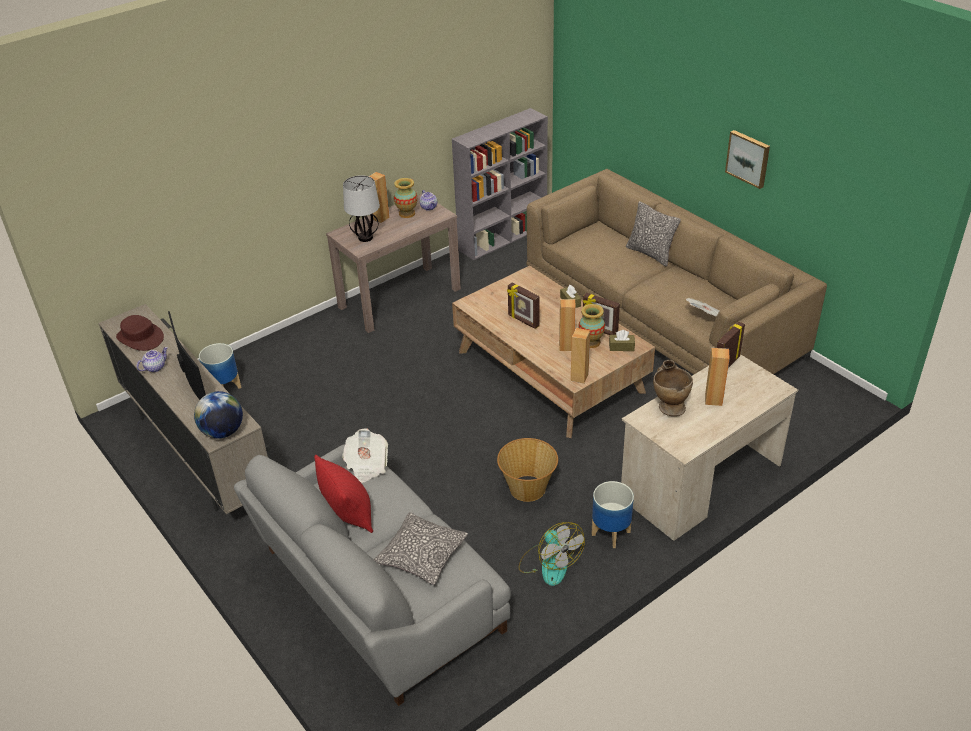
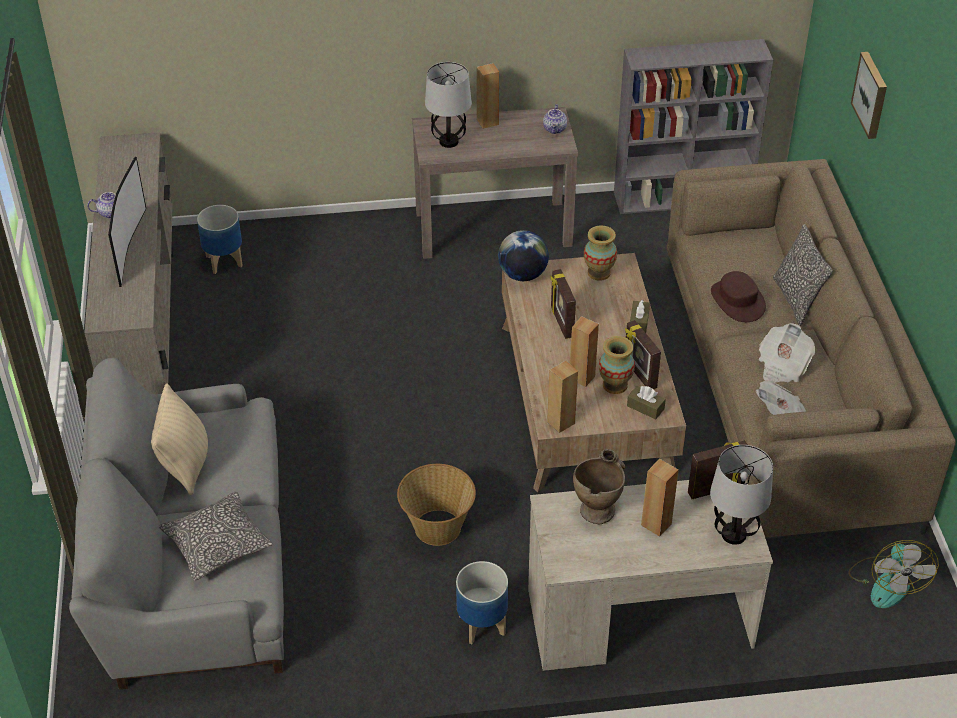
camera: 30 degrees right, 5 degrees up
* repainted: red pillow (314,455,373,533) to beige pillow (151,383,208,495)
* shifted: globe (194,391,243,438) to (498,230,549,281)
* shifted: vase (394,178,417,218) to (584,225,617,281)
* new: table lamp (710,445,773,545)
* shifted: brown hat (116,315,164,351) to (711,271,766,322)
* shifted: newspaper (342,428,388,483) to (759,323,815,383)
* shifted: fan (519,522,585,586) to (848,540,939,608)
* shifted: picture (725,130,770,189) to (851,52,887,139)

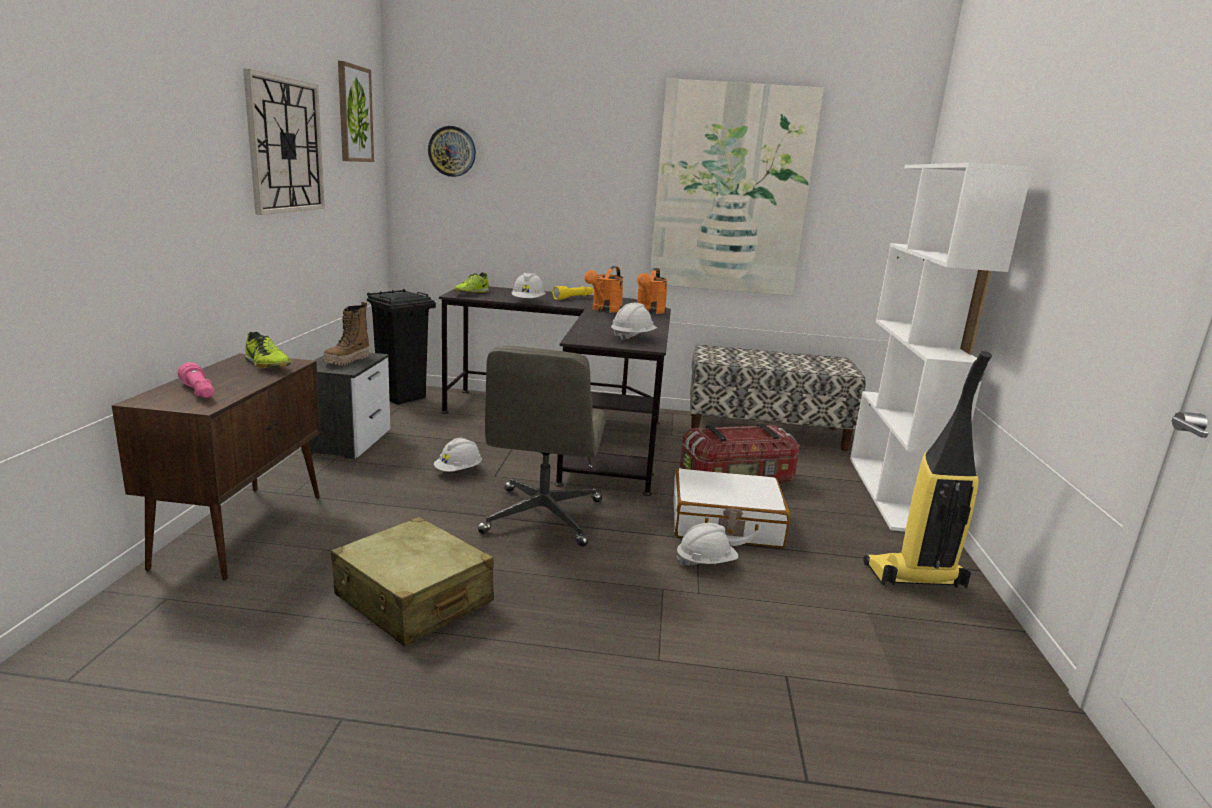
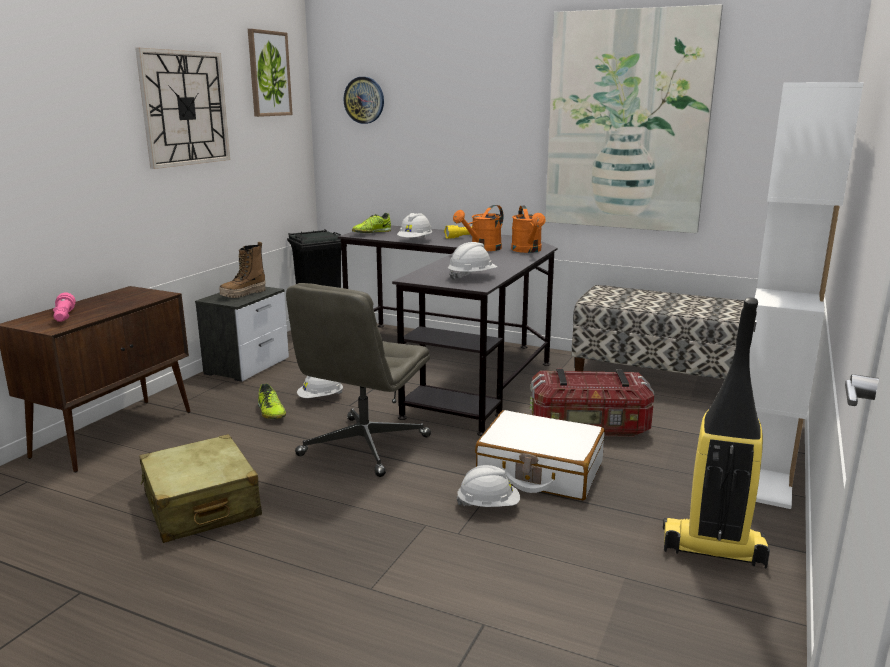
camera: 20 degrees right, 0 degrees up
* shifted: shoe (245,332,291,368) to (258,383,286,419)
* rotated: orange watering can (637,268,668,314) = (511,206,546,253) 45 degrees counterclockwise

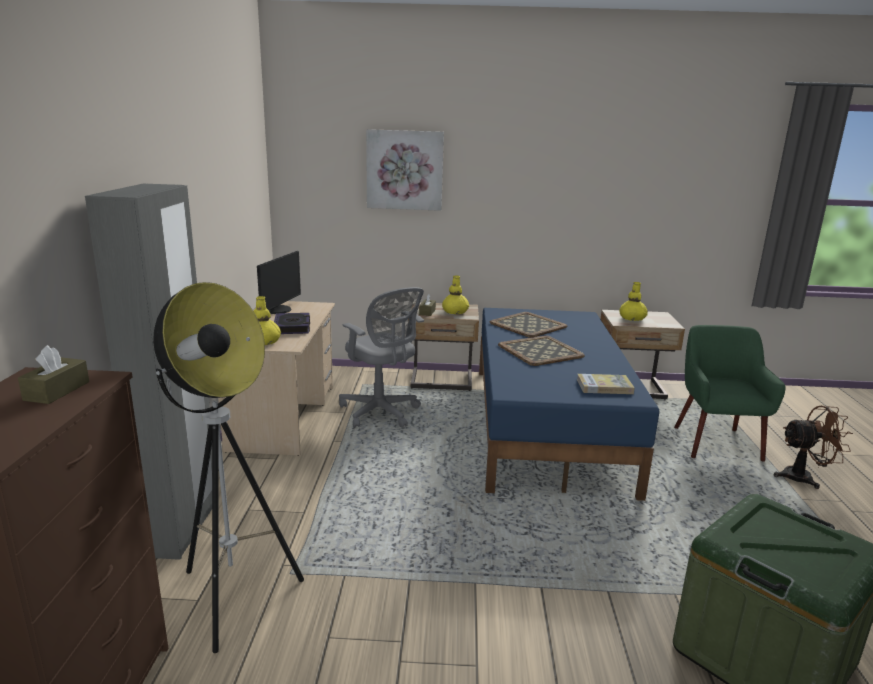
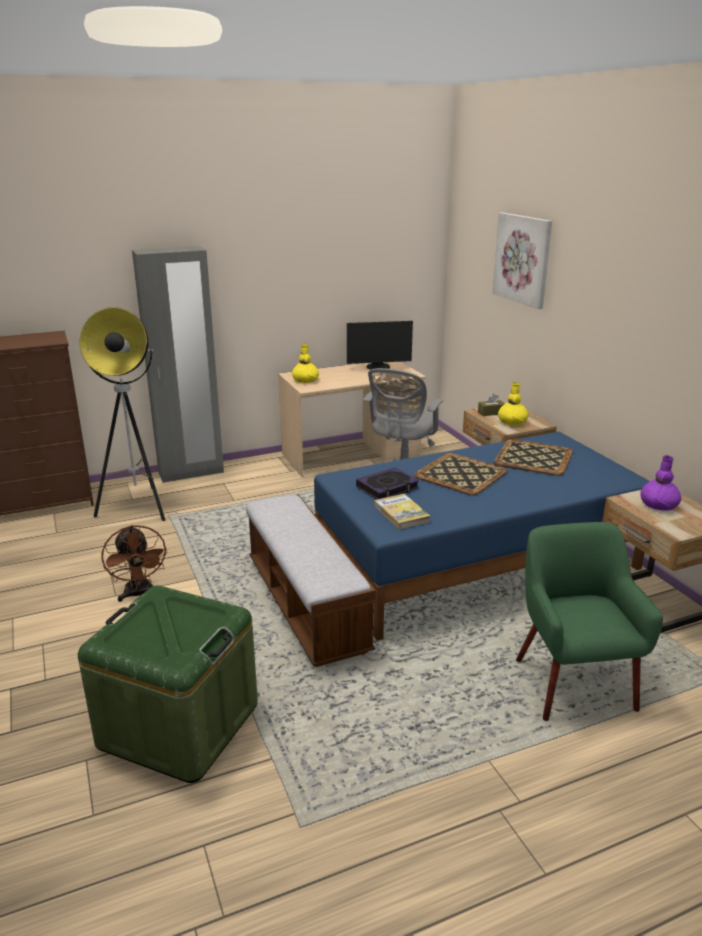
camera: 65 degrees right, 5 degrees up
* shifted: brown fan (774,406,853,489) to (101,525,167,602)
* new: bench (246,494,376,667)
* shifted: book (274,313,310,334) to (356,467,419,499)
* rotated: green armchair (674,325,785,462) = (516,522,663,721) 75 degrees counterclockwise
* repainted: yellow vase (619,282,648,321) to purple vase (640,455,681,511)
* gone: brown tissue box (18,345,89,404)

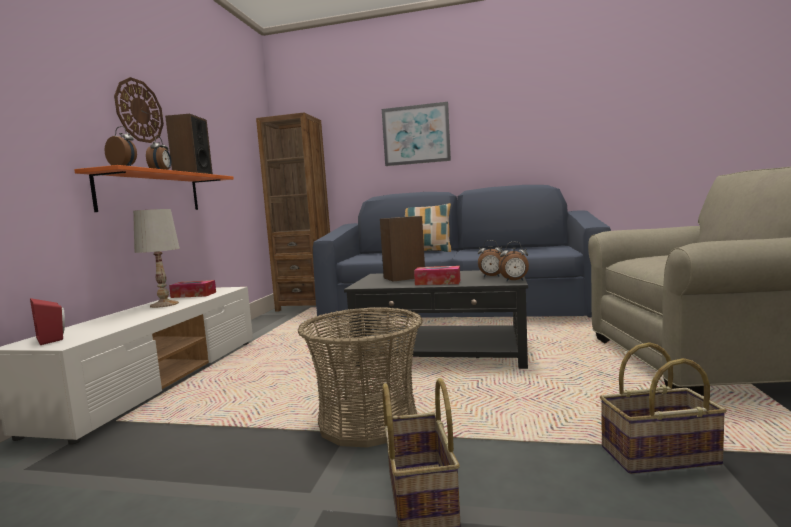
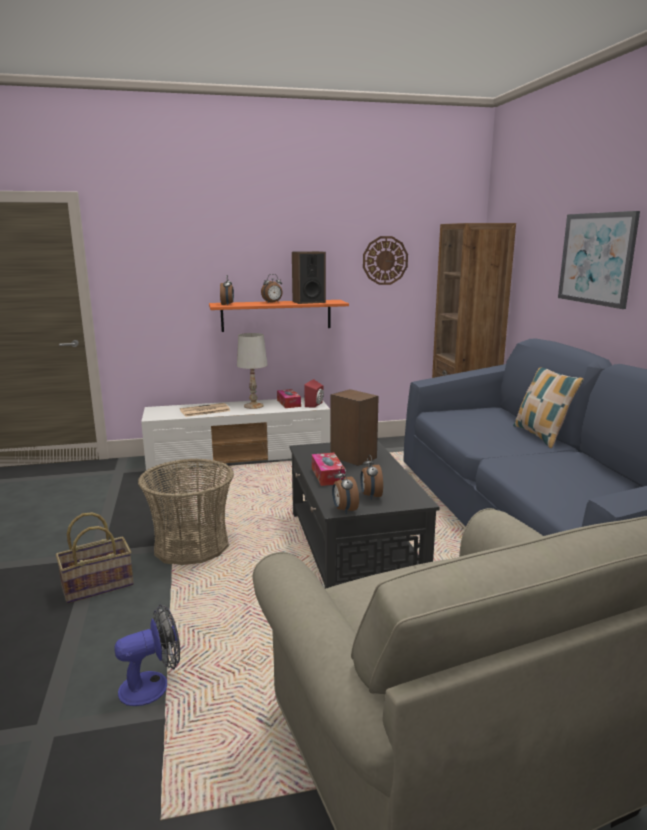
camera: 65 degrees right, 10 degrees up
* swapped: basket (600,342,727,474) to fan (114,604,180,706)
* new: newspaper (180,403,230,417)
* shifted: red speaker (30,298,65,345) to (304,379,324,408)
* shifted: wall clock (114,77,164,143) to (363,236,408,285)

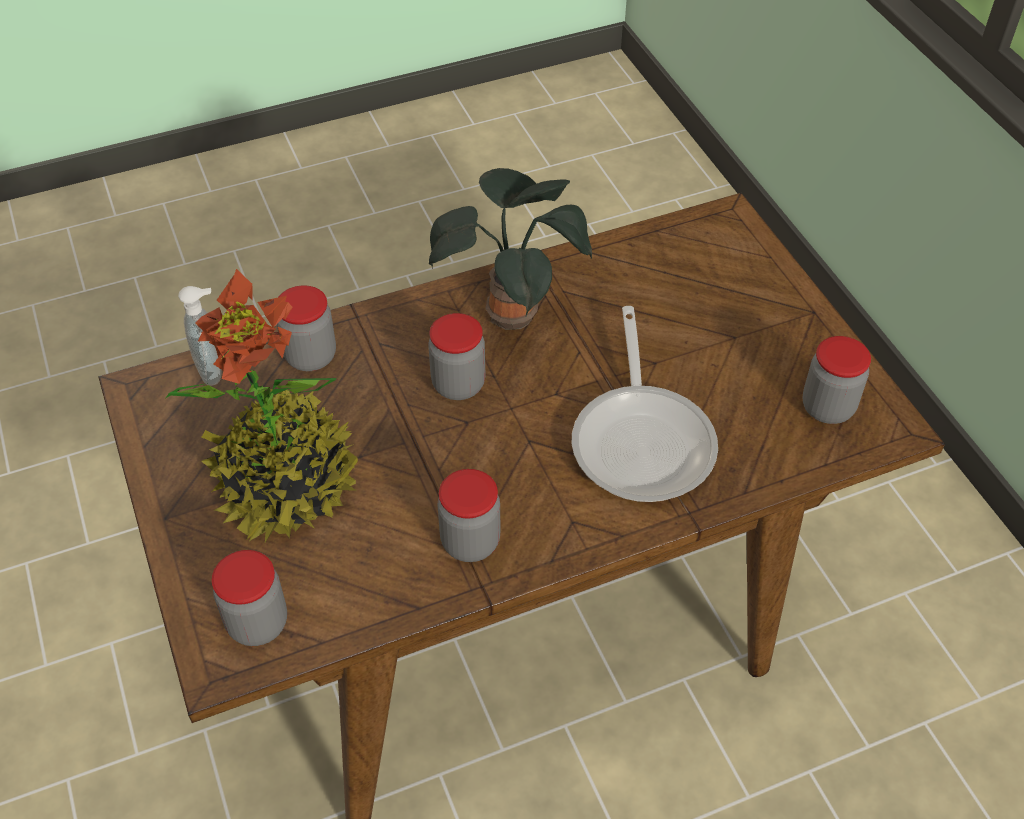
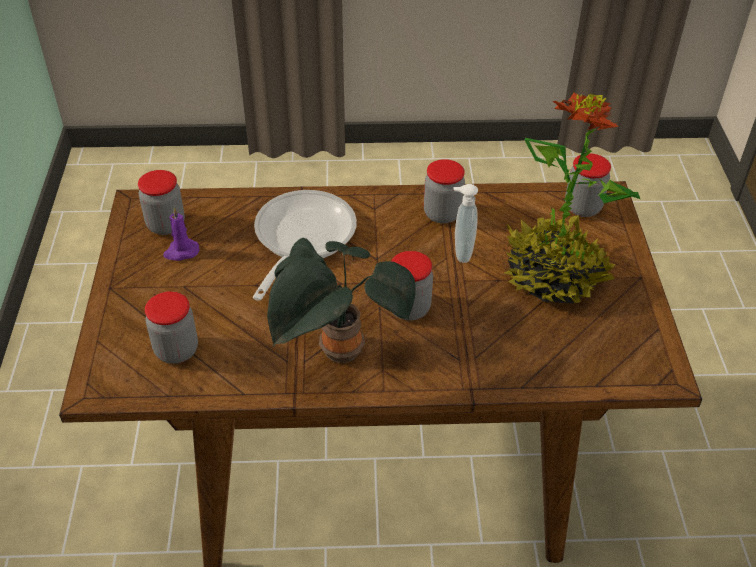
camera: 160 degrees left, 5 degrees down
* shifted: jar (277,285,336,371) to (145,291,198,364)
* new: purple candle (163,207,199,261)
* shifted: soap dispenser (178,286,222,386) to (454,184,478,263)

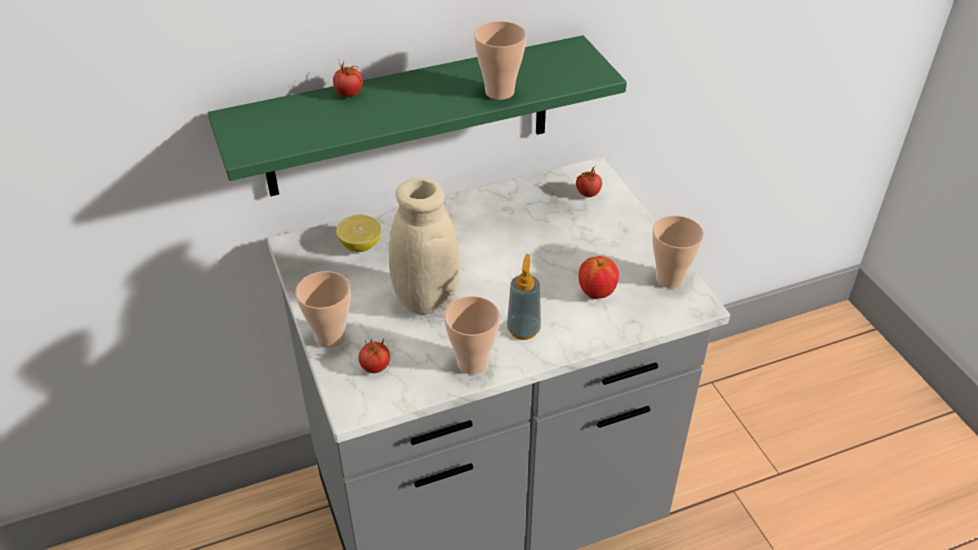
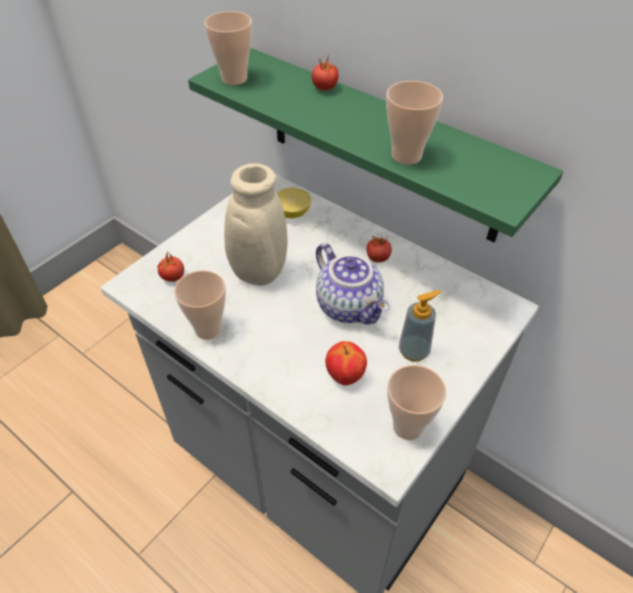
camera: 60 degrees right, 5 degrees up
* shifted: cup (295,271,350,348) to (204,11,252,85)
* new: teapot (316,243,389,324)
* shifted: tomato (576,166,602,197) to (366,236,392,263)
* shifted: soap dispenser (507,254,541,340) to (399,290,442,362)

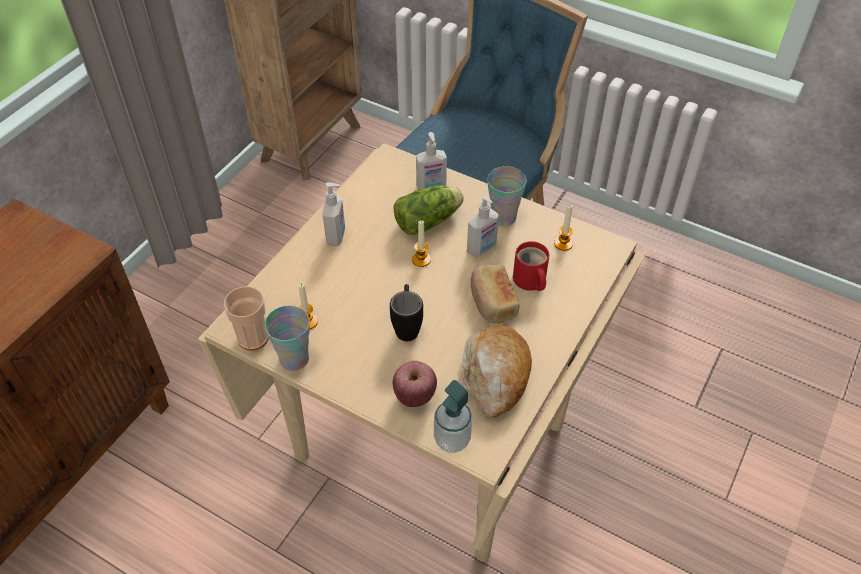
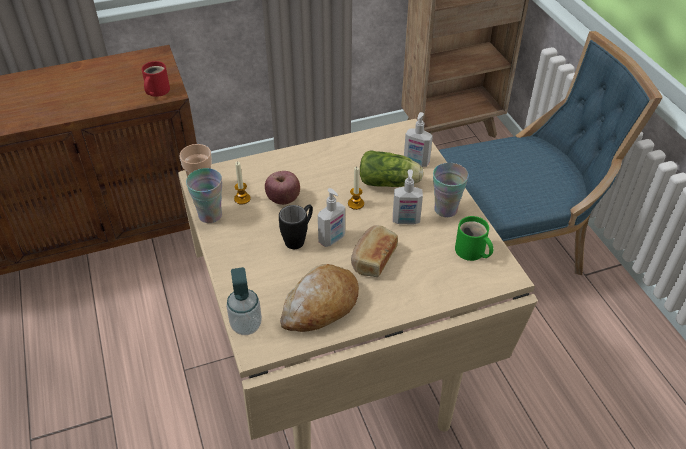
camera: 40 degrees right, 5 degrees down
* shifted: red mug (513,241,549,291) to (142,61,170,97)
* shifted: apple (393,361,437,407) to (265,171,300,205)
* shifted: soap dispenser (322,182,345,246) to (318,188,345,247)
* swapped: candle (554,204,573,251) to green mug (455,216,493,261)

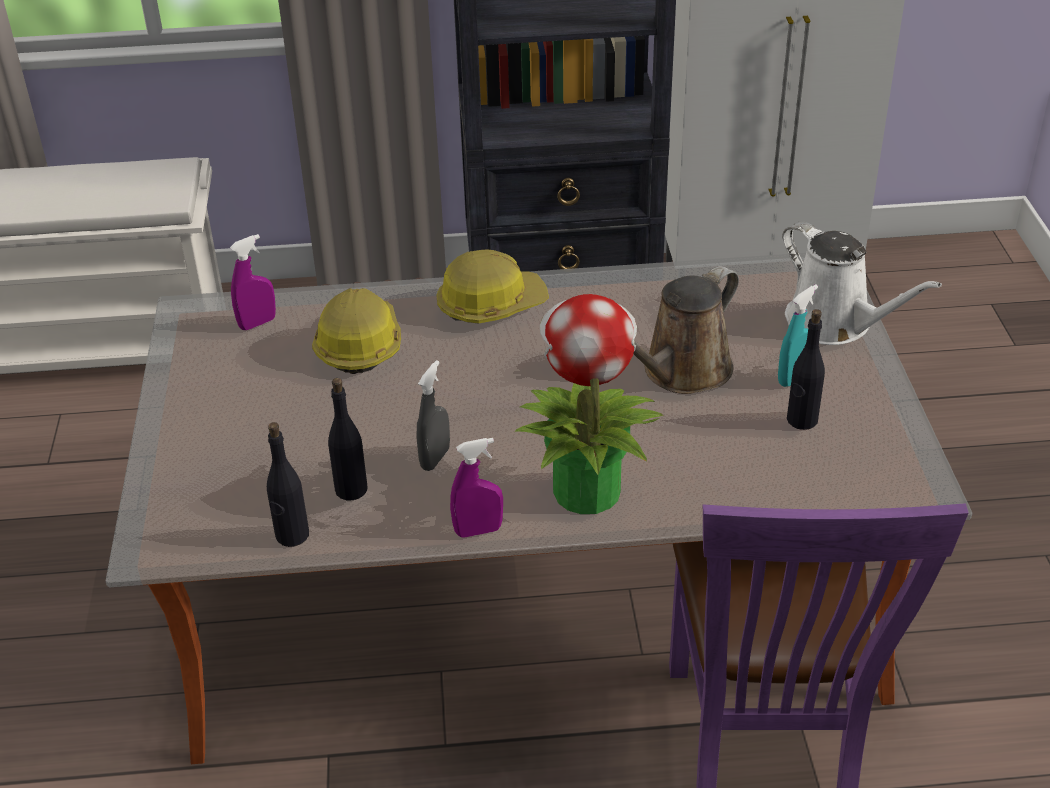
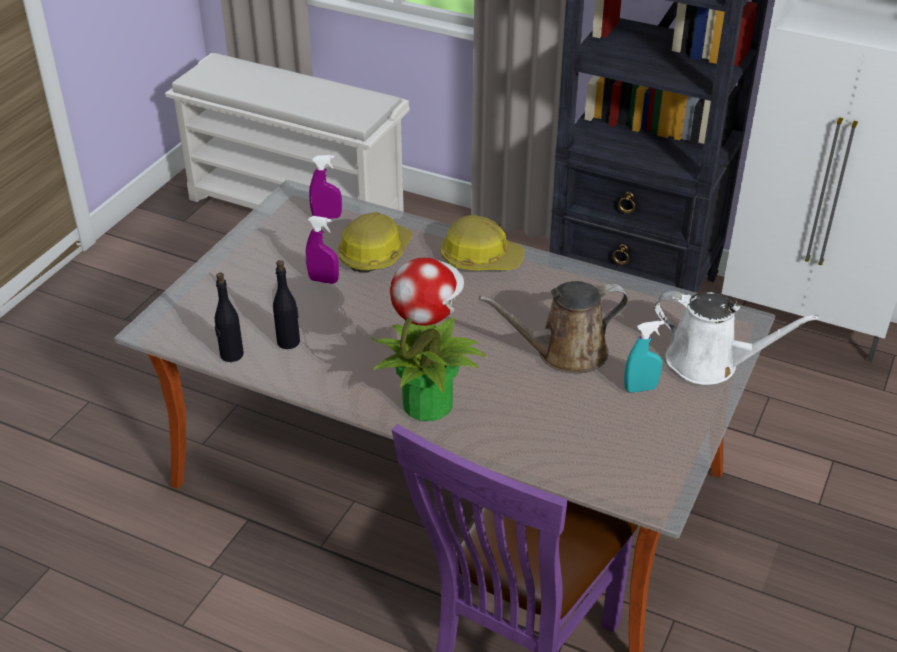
camera: 30 degrees right, 0 degrees up
* shifted: purple spray bottle (450,438,503,538) to (306,216,339,284)
* rotated: white watering can (782,221,942,345) = (654,291,820,385) 60 degrees counterclockwise
* gone: grey spray bottle (416,360,450,471)
* gone: black bottle (787,309,825,430)

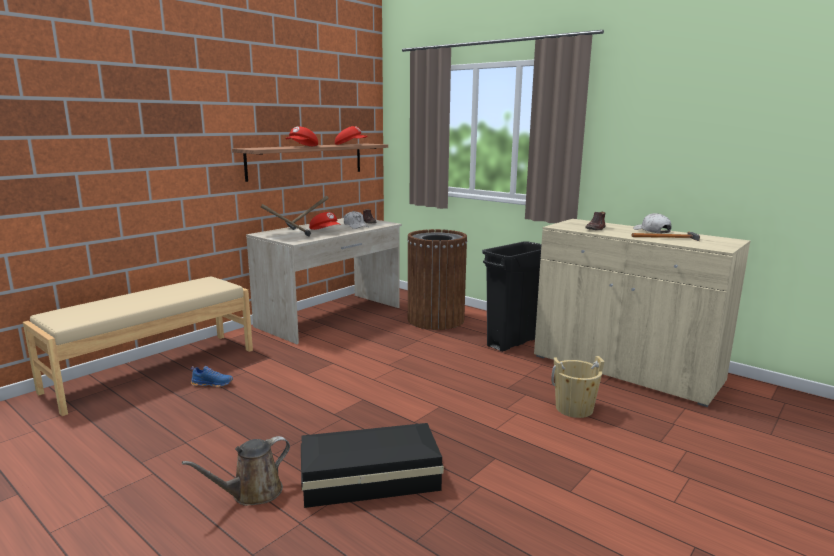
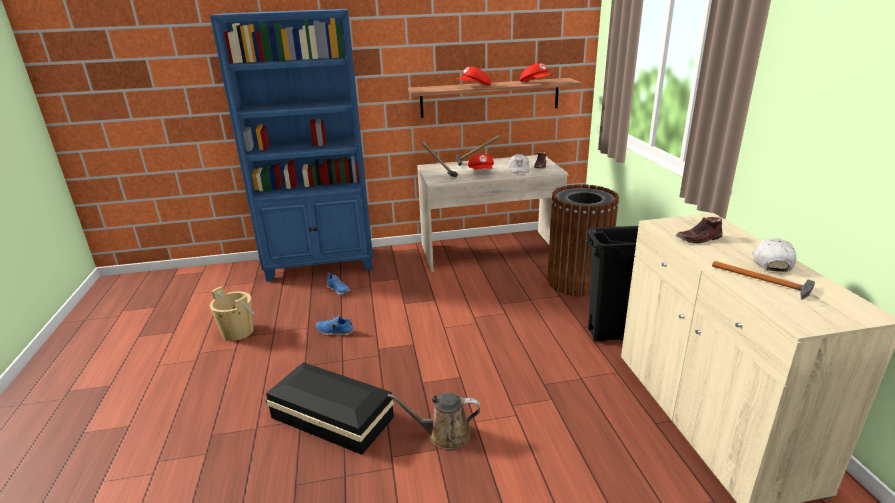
camera: 40 degrees right, 10 degrees up
* swapped: beige bench (23,276,253,416) to blue bookcase (210,9,373,282)
* shifted: beige bucket (551,356,604,418) to (210,286,254,341)
* new: blue shoe (316,316,354,335)
* shifted: brown watering can (182,436,290,506) to (388,393,480,450)

